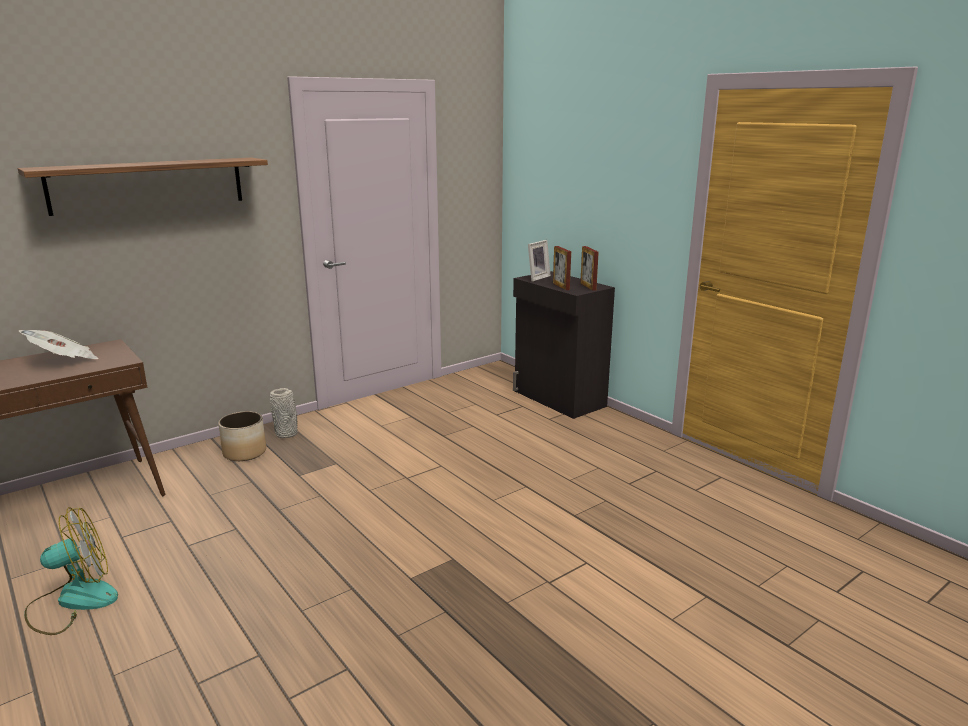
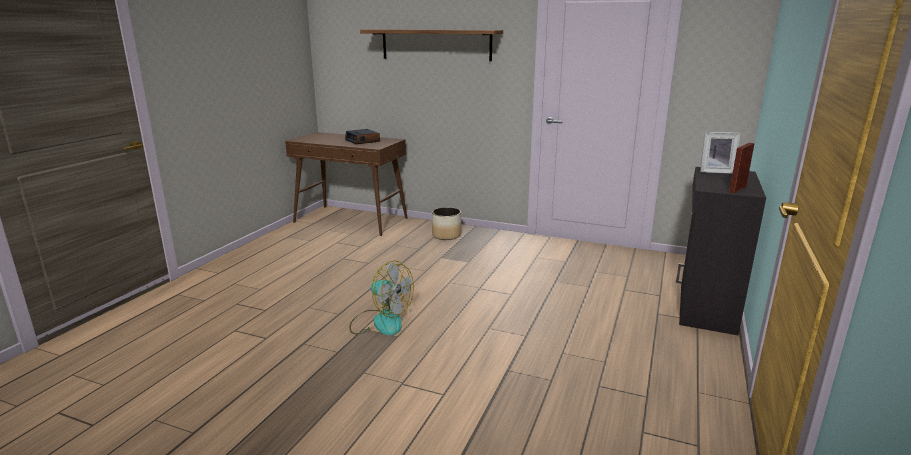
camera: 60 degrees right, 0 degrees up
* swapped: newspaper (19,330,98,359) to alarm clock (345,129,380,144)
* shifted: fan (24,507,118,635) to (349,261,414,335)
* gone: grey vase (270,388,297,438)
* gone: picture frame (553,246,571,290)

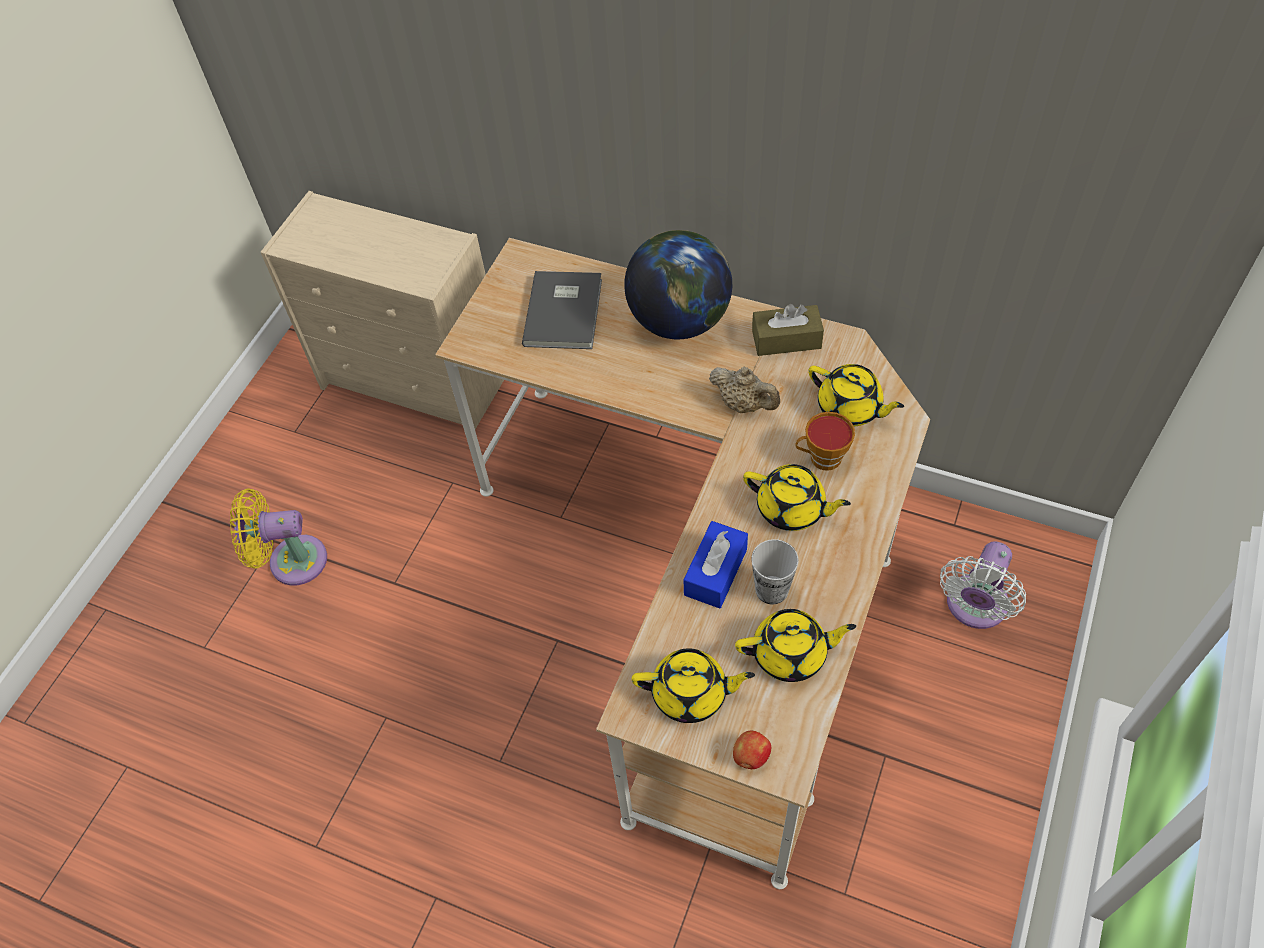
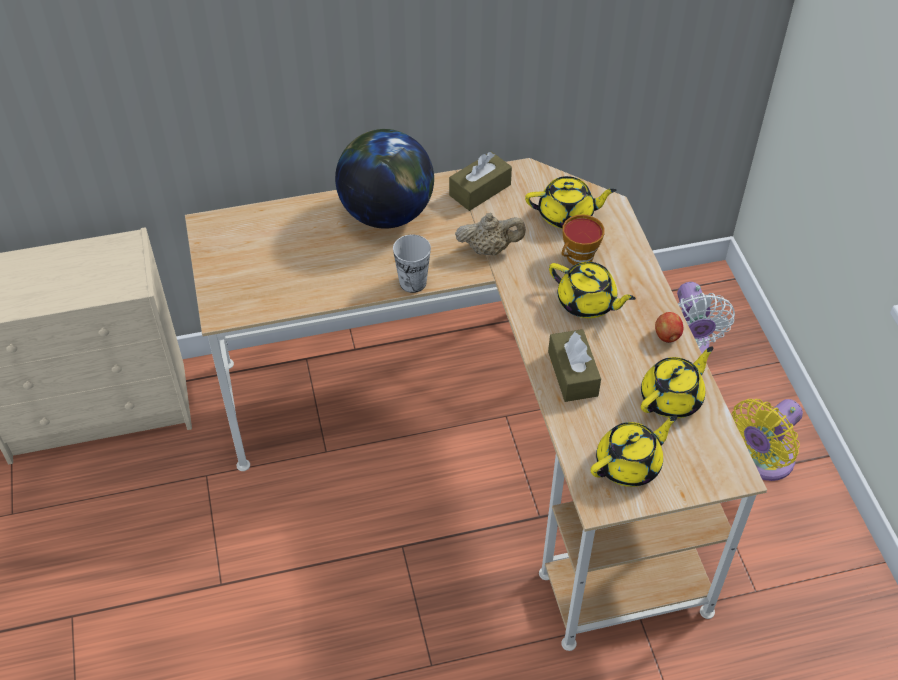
camera: 40 degrees left, 5 degrees down
* shifted: cup (751,539,798,604) to (393,234,431,293)
* repainted: blue tissue box (684,521,748,609) to brown tissue box (548,329,601,402)
* rotated: yellow teapot (743,464,851,531) = (549,262,636,318) 45 degrees clockwise
* shifted: apple (733,731,771,769) to (655,312,683,343)
* shifted: yellow fan (230,489,327,585) to (731,399,803,481)
* gone: grey book (522,271,602,349)

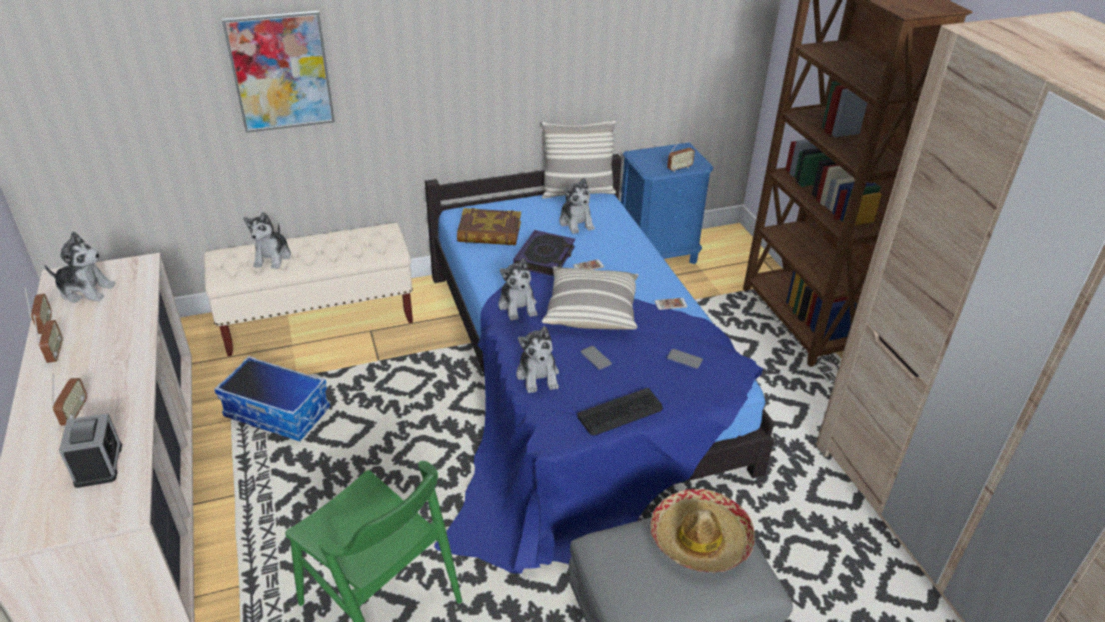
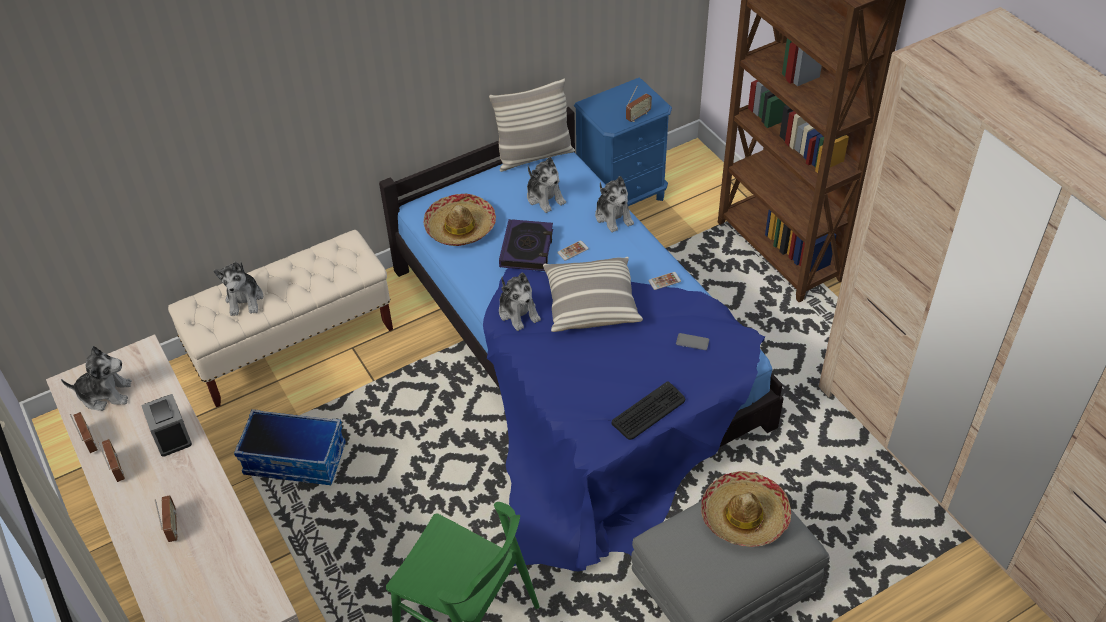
camera: 10 degrees left, 10 degrees up
* shifted: alarm clock (59,413,122,488) to (141,394,192,457)
* swapped: book (457,208,521,245) to hat (424,194,496,246)
* shifted: plush toy (516,326,559,393) to (595,176,634,232)
* gone: picture (222,11,335,133)
* gone: phone (580,346,612,370)

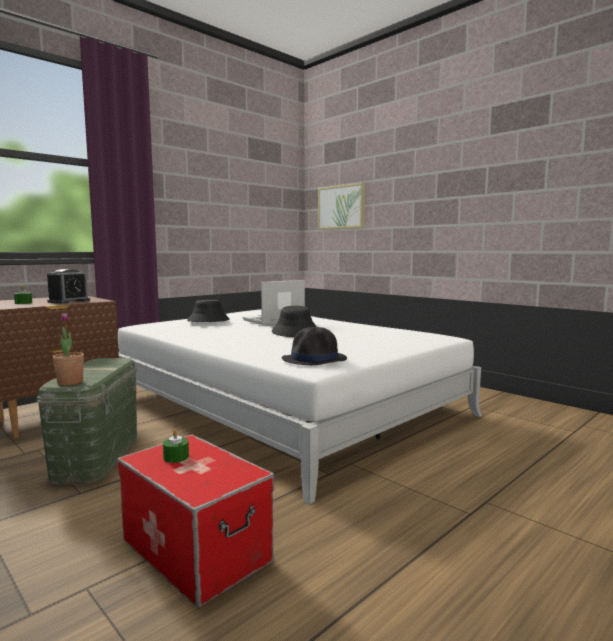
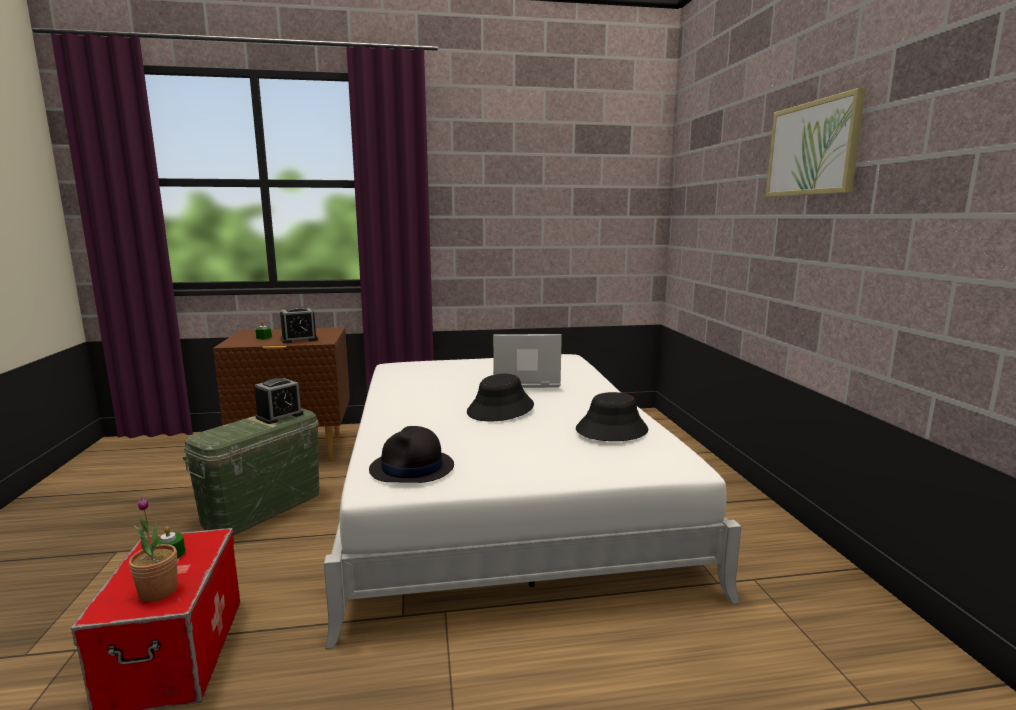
camera: 35 degrees right, 5 degrees up
* shifted: potted plant (53,313,84,385) to (129,497,178,602)
* new: alarm clock (254,378,303,424)
* shifted: black hat (187,300,229,322) to (576,392,648,441)
* shifted: picture (318,182,365,230) to (766,88,866,197)

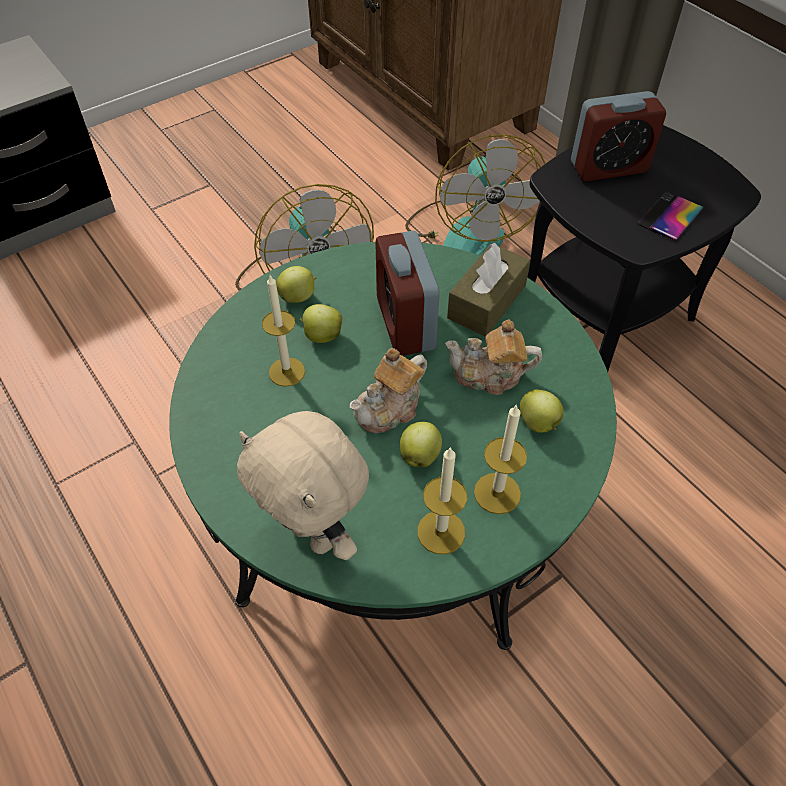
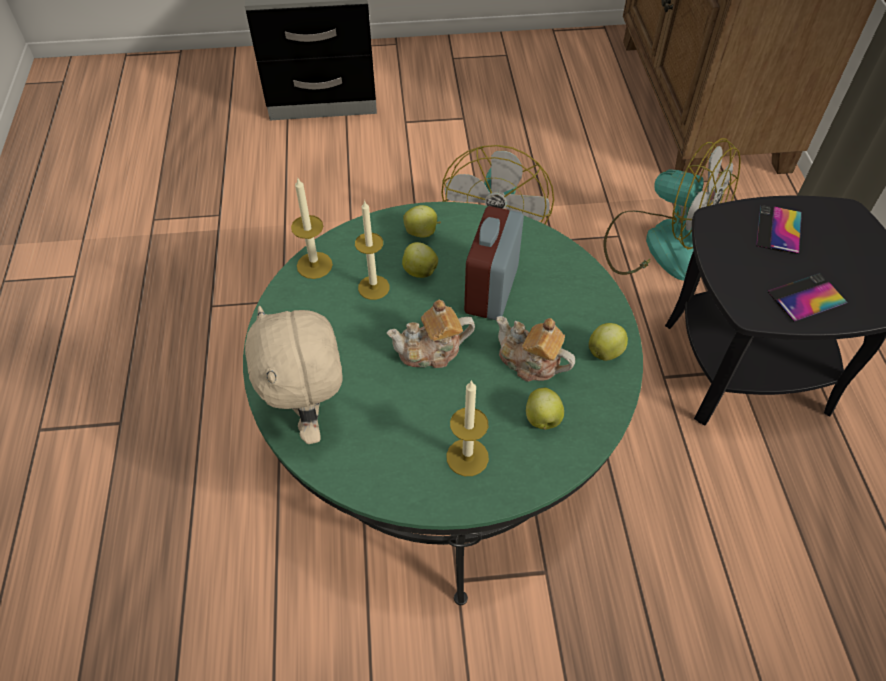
camera: 30 degrees right, 0 degrees up
* shifted: candle (417,447,467,554) to (291,178,333,279)
* shifted: apple (400,422,442,467) to (589,323,628,361)
* rotated: fan (405,134,546,256) = (603,138,740,281) 75 degrees counterclockwise
* swapped: alarm clock (571,91,666,181) to phone (756,205,802,254)
* gone: brown tissue box (447,243,530,337)

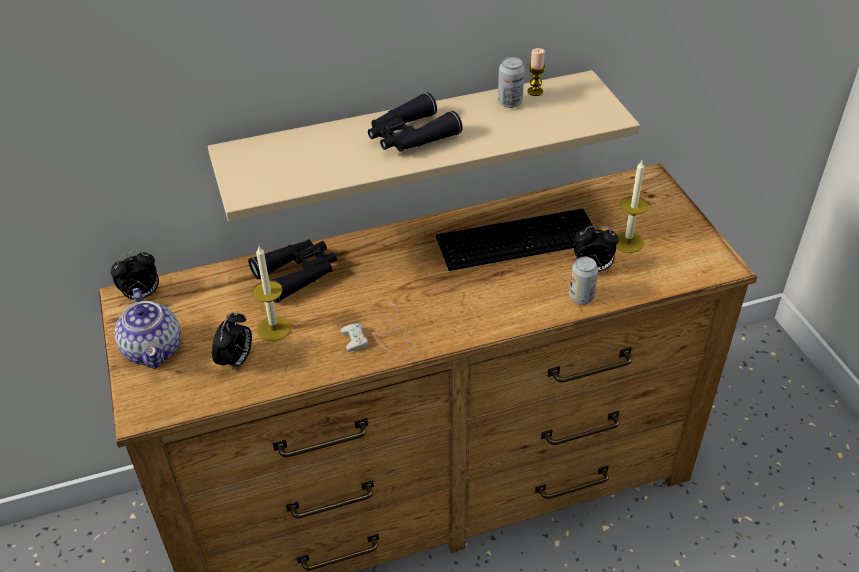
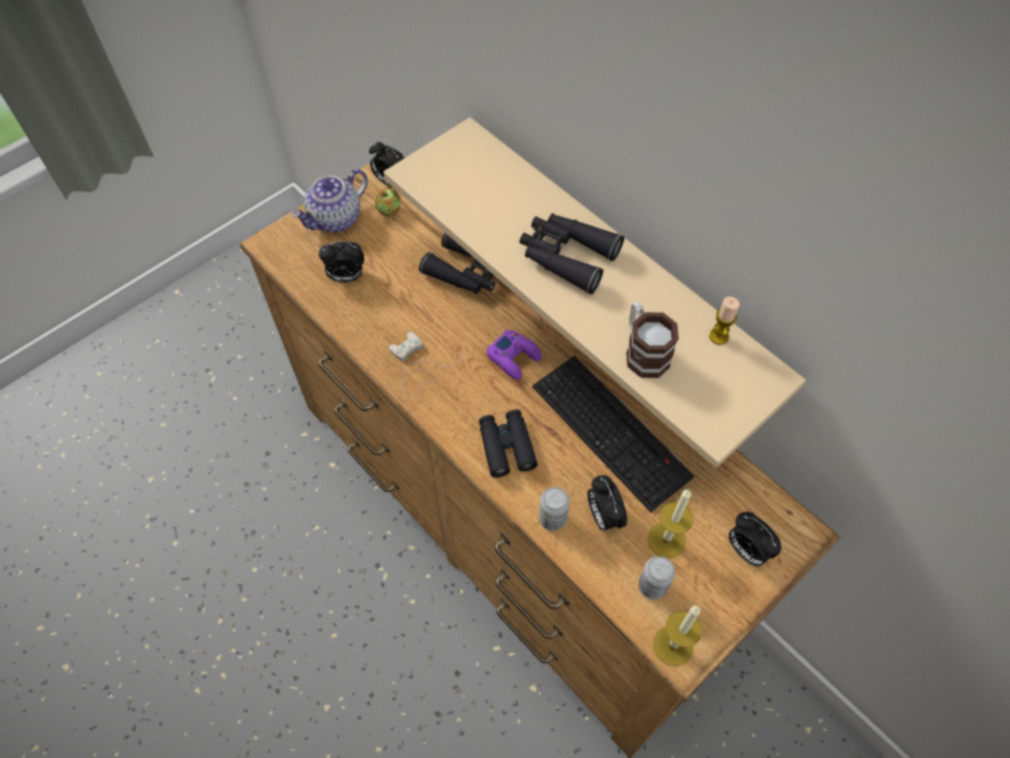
camera: 65 degrees right, 15 degrees up
* new: apple (375,189,401,216)
* new: black binoculars (479,409,538,478)
* new: purple game controller (487,330,542,380)
* new: mug (626,301,679,378)
* shifted: can (498,57,525,108) to (639,556,675,600)
* shifted: candle (252,246,291,341) to (653,606,702,666)
* new: alarm clock (729,512,781,566)

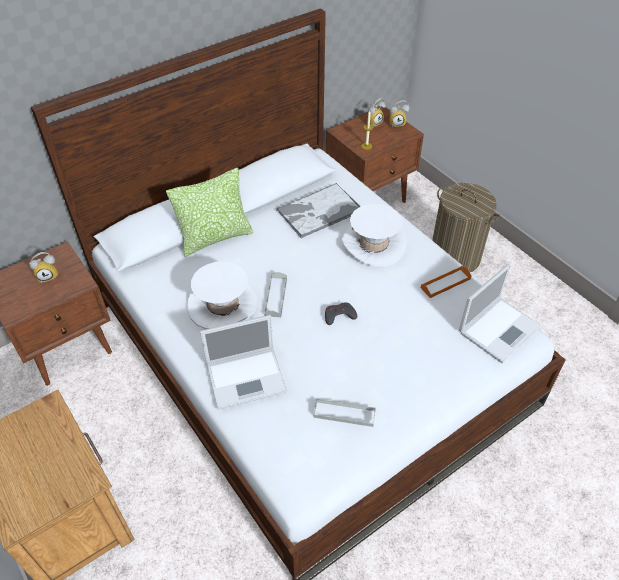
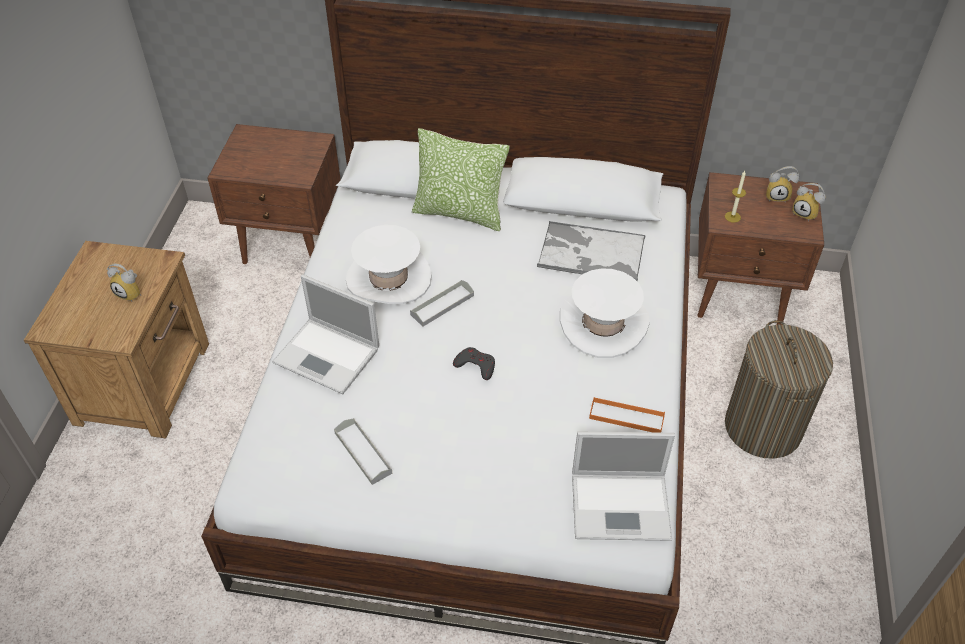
camera: 45 degrees right, 0 degrees up
* shifted: alarm clock (29,252,58,283) to (107,263,141,301)

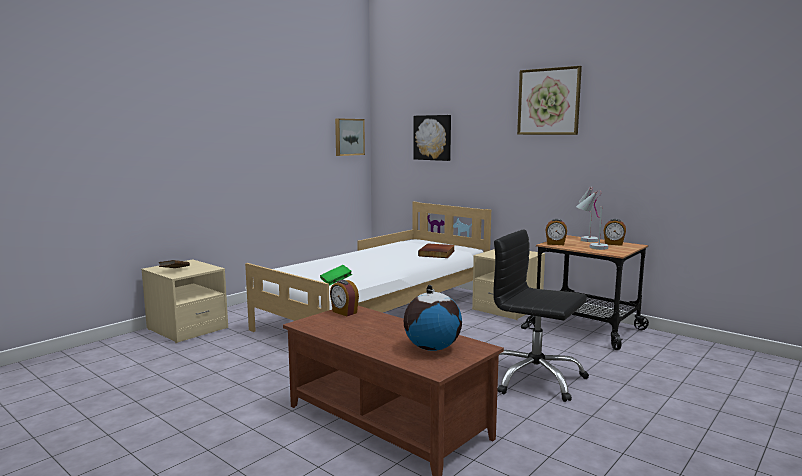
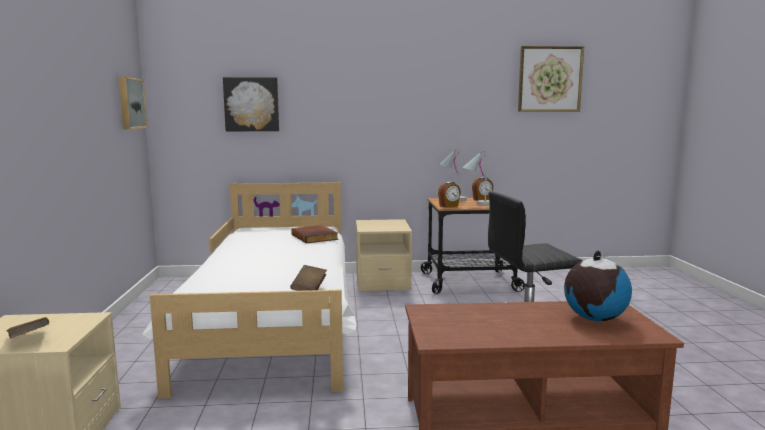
camera: 45 degrees left, 0 degrees up
* repainted: green book (320,265,352,286) to brown book (290,265,327,291)
* shifted: picture (517,66,582,135) to (518,46,584,112)
* gone: alarm clock (330,280,359,316)

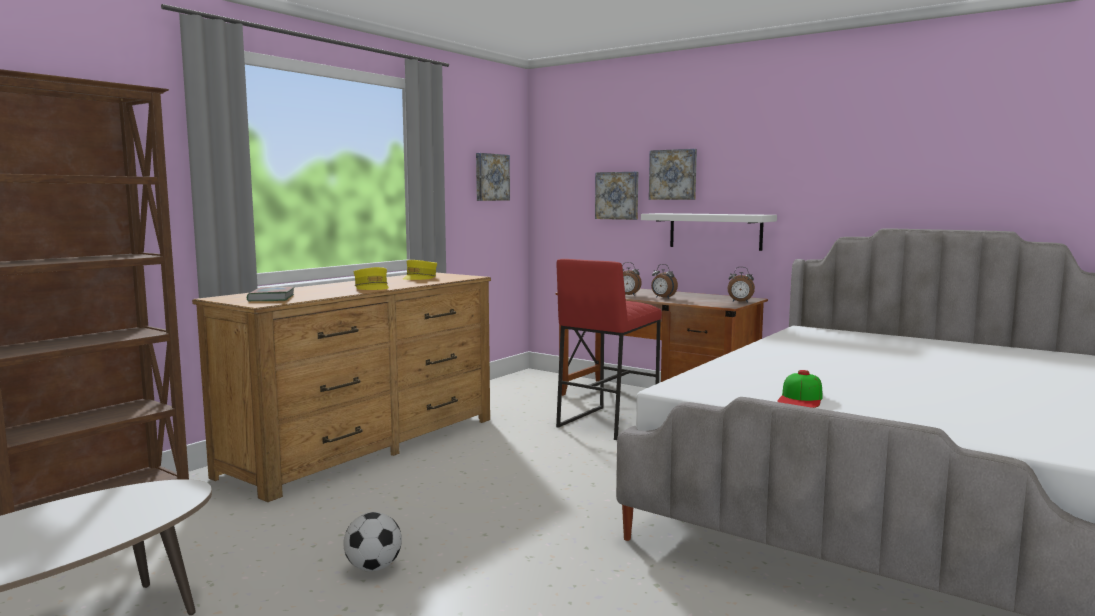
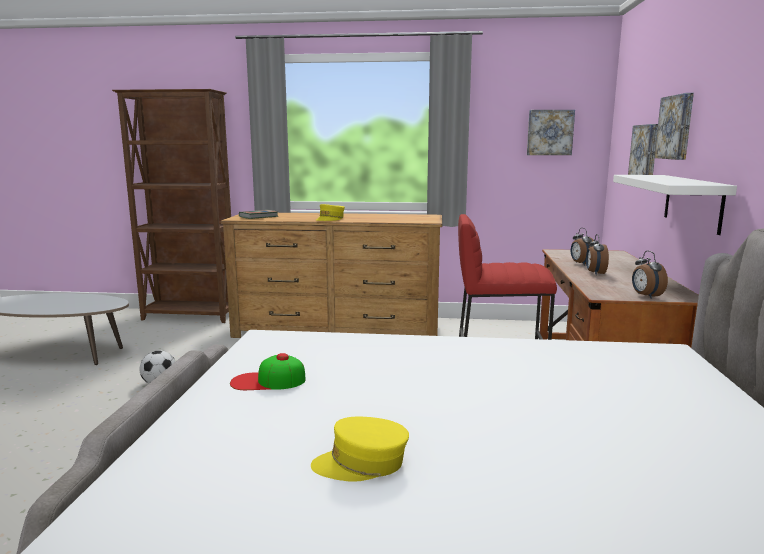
camera: 60 degrees right, 5 degrees up
* shifted: yellow cap (403,260,437,280) to (311,417,409,482)

